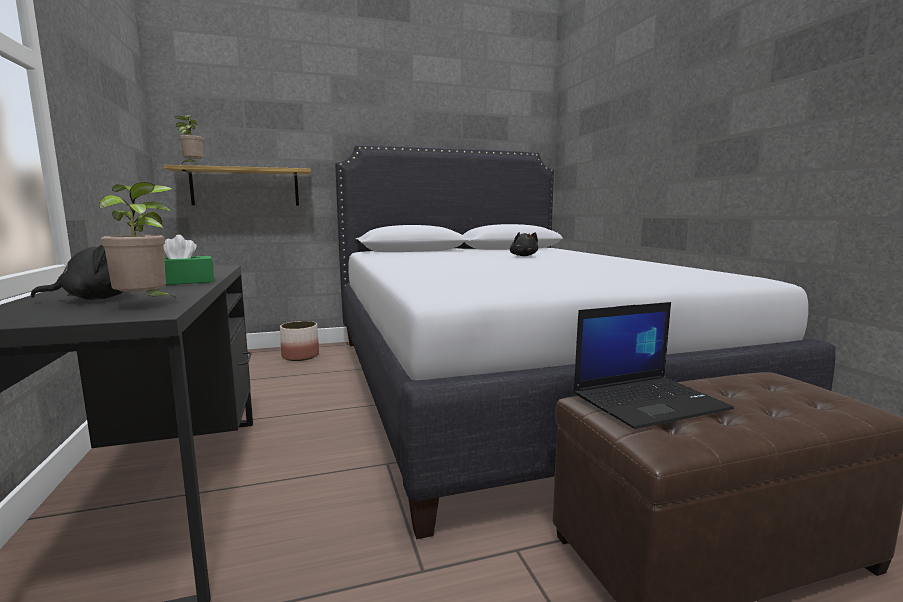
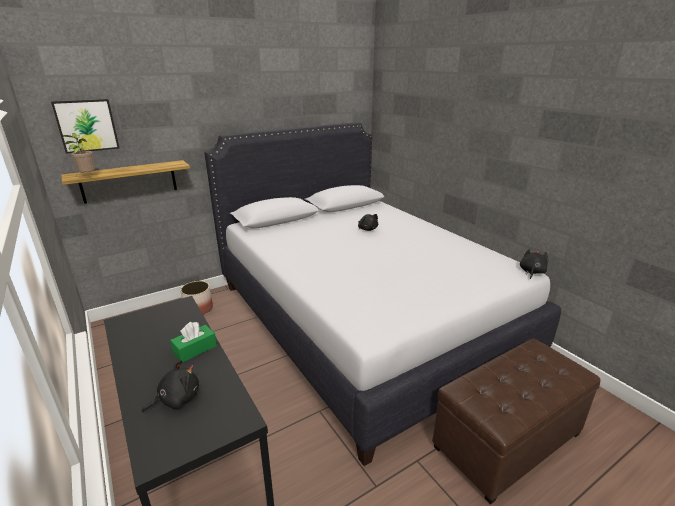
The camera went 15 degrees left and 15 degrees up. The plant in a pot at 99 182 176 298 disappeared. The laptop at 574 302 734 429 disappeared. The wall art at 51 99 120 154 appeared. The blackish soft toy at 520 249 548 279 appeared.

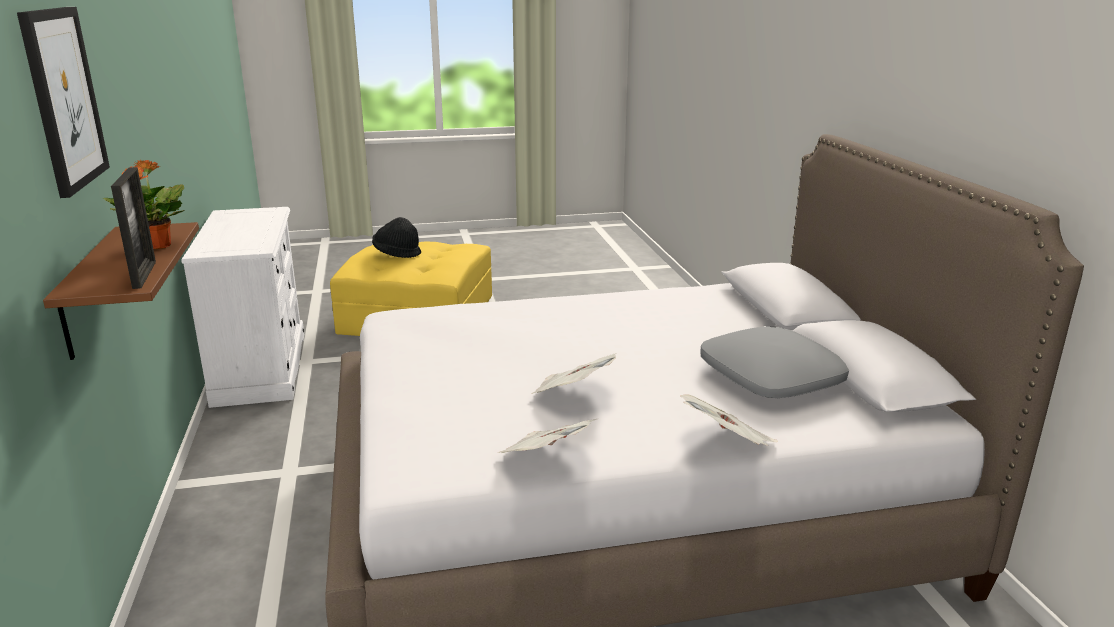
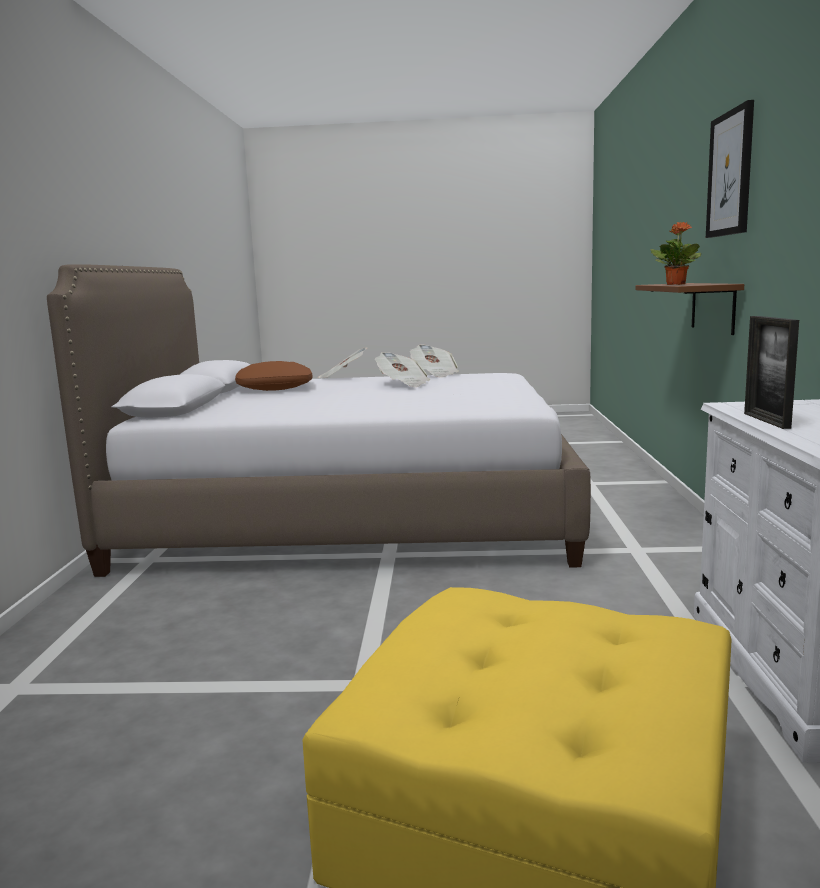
The camera went 165 degrees left and 10 degrees down. The picture frame moved from 111 167 156 289 to 744 316 799 429. The blackish wearable hat at 372 217 421 258 disappeared. The gray pillow at 700 326 849 398 became the brown pillow at 235 361 313 391.

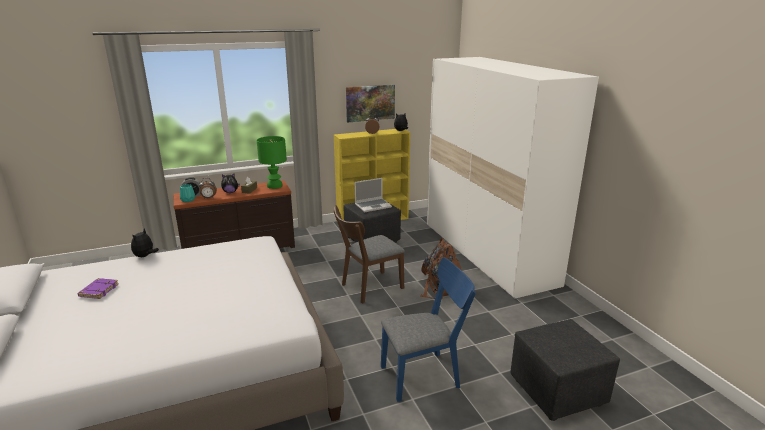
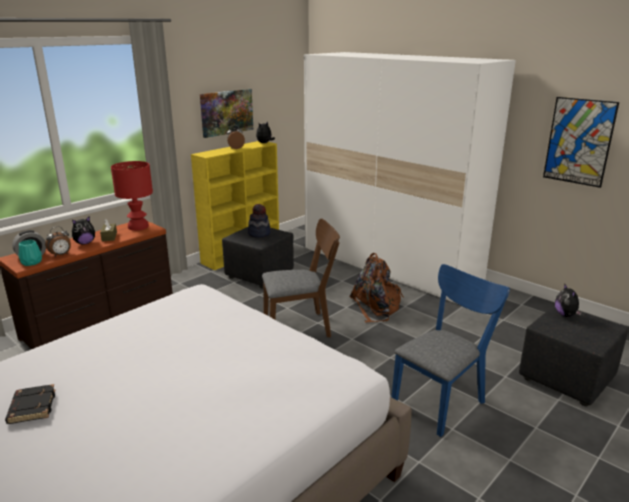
The camera went 25 degrees left and 0 degrees up. The purple-coloured book at 77 278 119 299 became the blackish book at 5 384 55 424. The soft toy moved from 131 228 159 257 to 555 283 582 317. The greenish table lamp at 257 136 287 189 became the reddish table lamp at 111 161 153 231. The brown chair at 334 205 405 303 turned 135 degrees counterclockwise. The laptop at 355 178 392 212 was replaced by the wearable hat at 248 204 271 238. The wall art at 543 97 619 188 appeared.

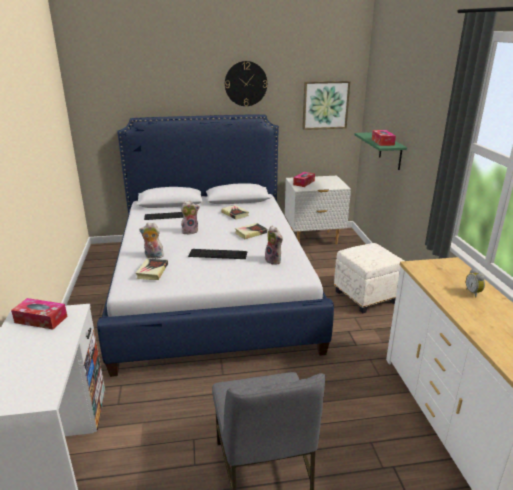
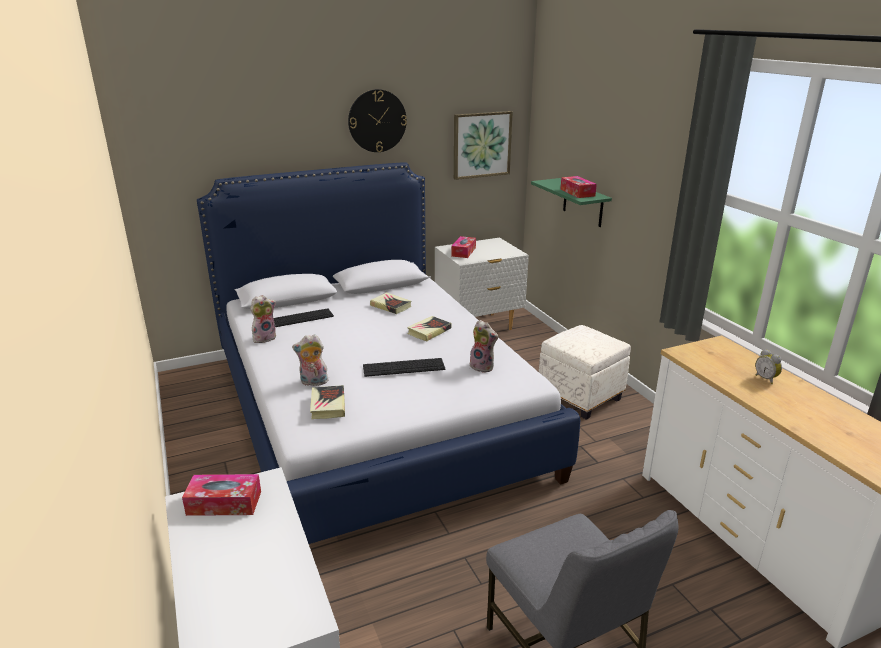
The camera went 15 degrees left and 0 degrees up. The soft toy moved from 181 201 200 234 to 250 295 276 343.

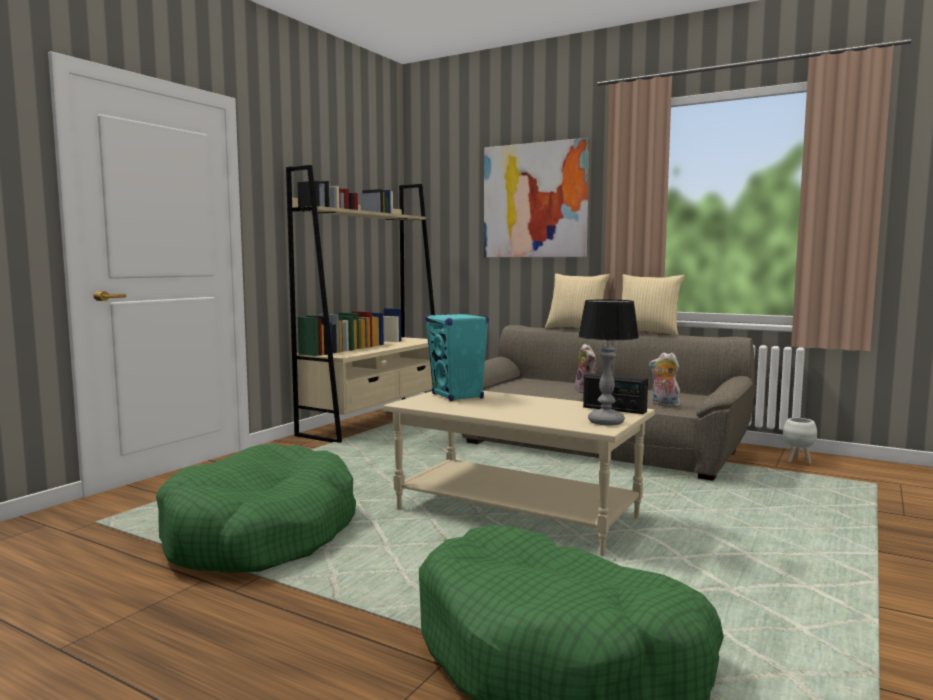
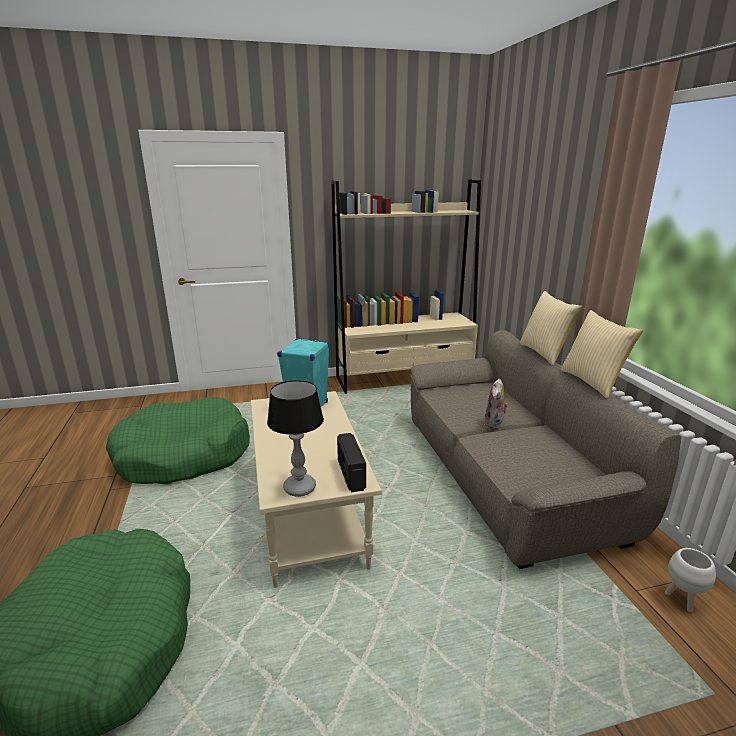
The camera went 45 degrees right and 15 degrees up. The wall art at 484 138 589 257 disappeared. The soft toy at 649 353 680 407 disappeared.

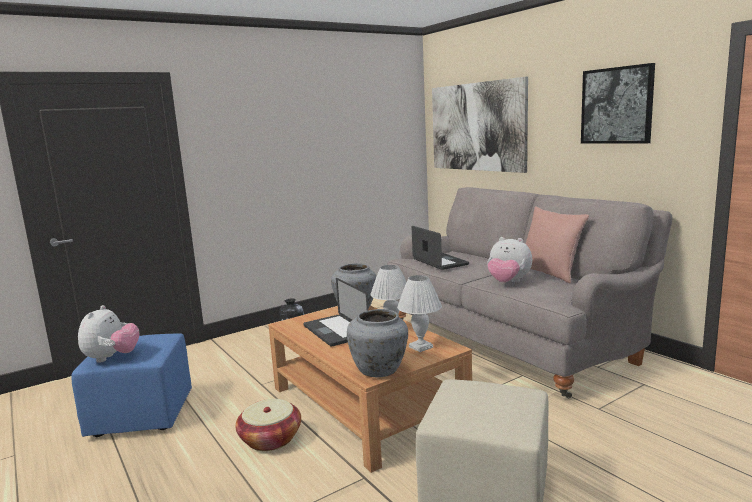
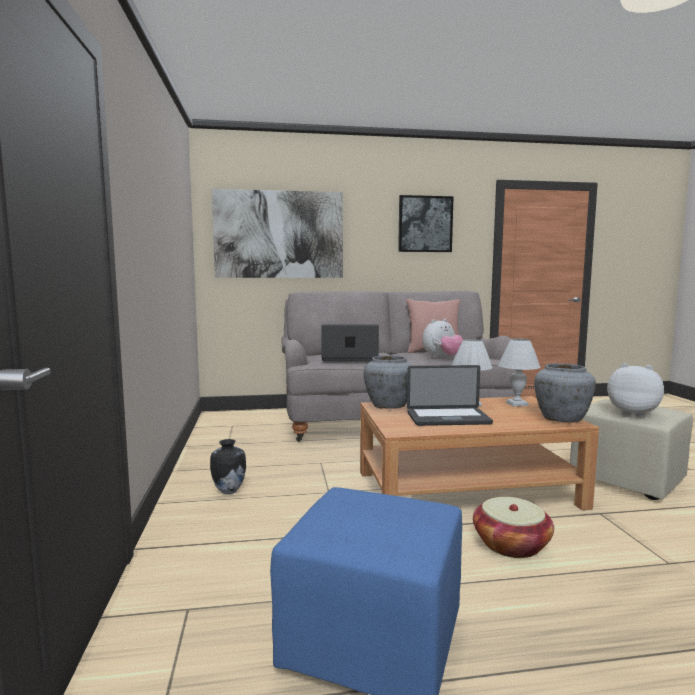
The camera went 65 degrees left and 5 degrees down. The soft toy moved from 78 305 139 363 to 607 363 664 417.

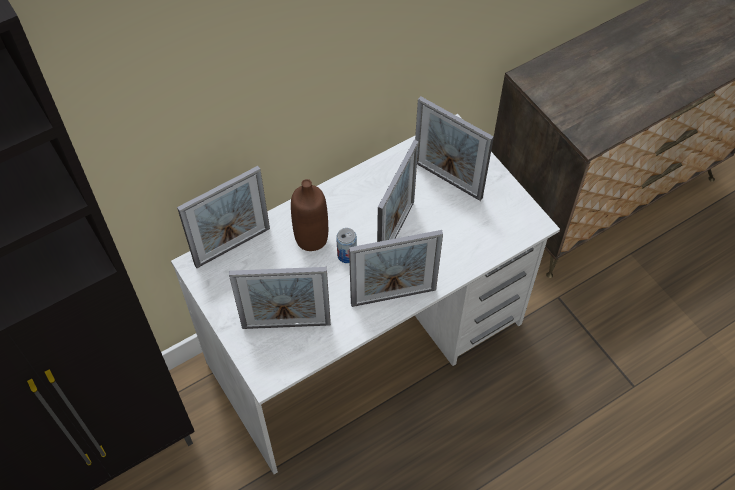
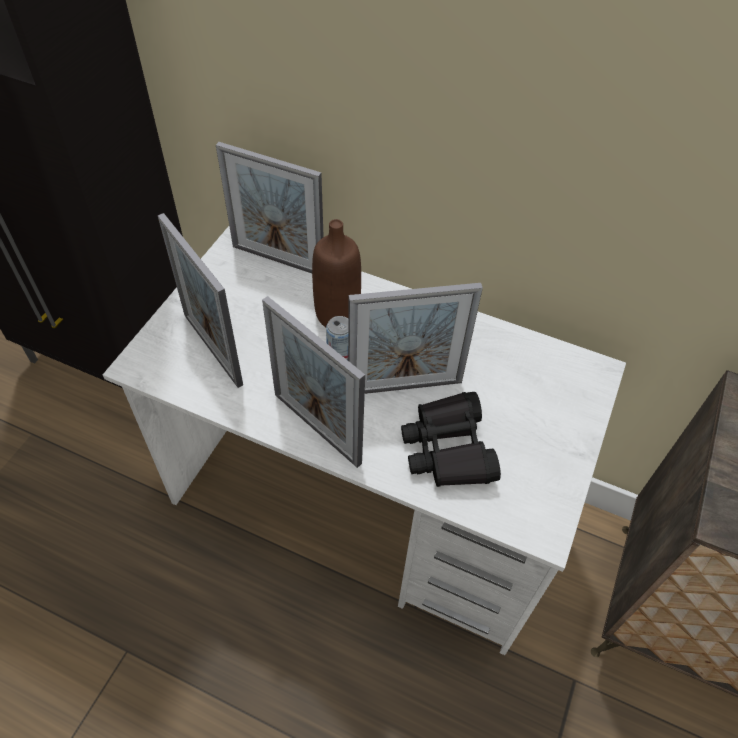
The camera went 55 degrees right and 5 degrees down. The picture frame at 415 96 494 201 disappeared. The blackish field glasses at 401 392 501 487 appeared.

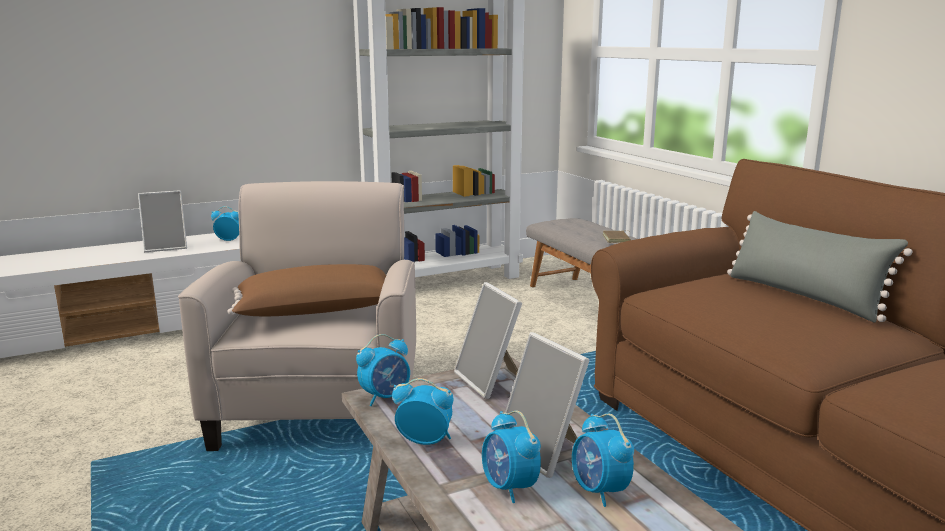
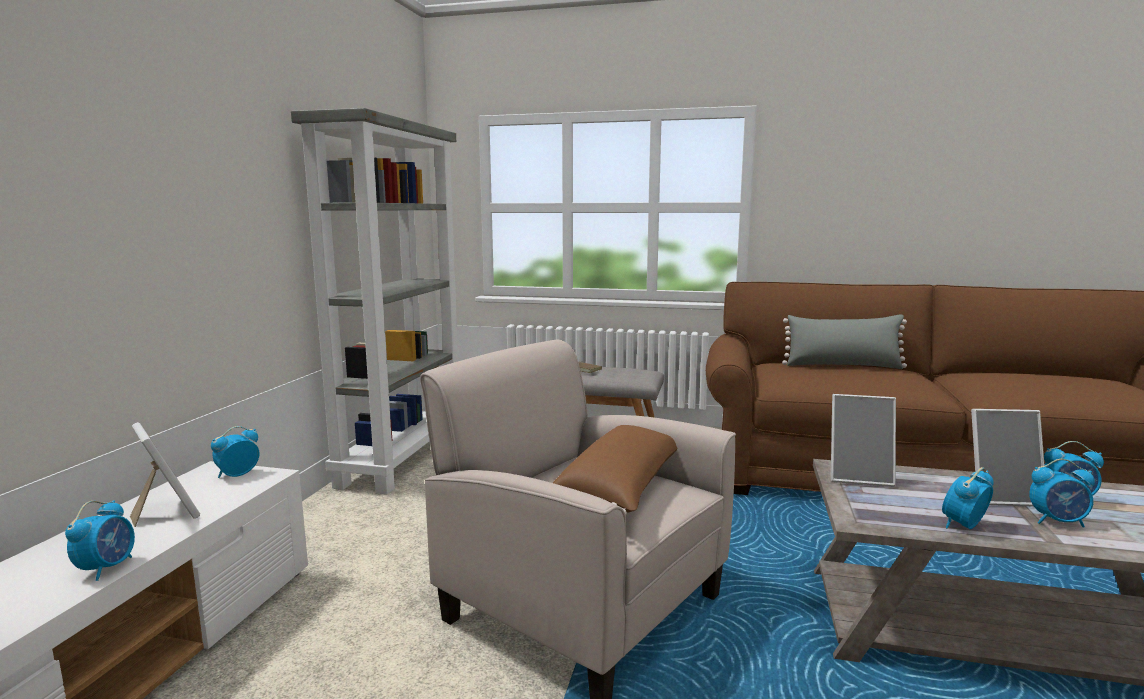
The camera went 50 degrees left and 5 degrees down. The picture frame at 138 190 187 252 turned 60 degrees counterclockwise. The table clock moved from 356 334 410 406 to 65 500 135 581.

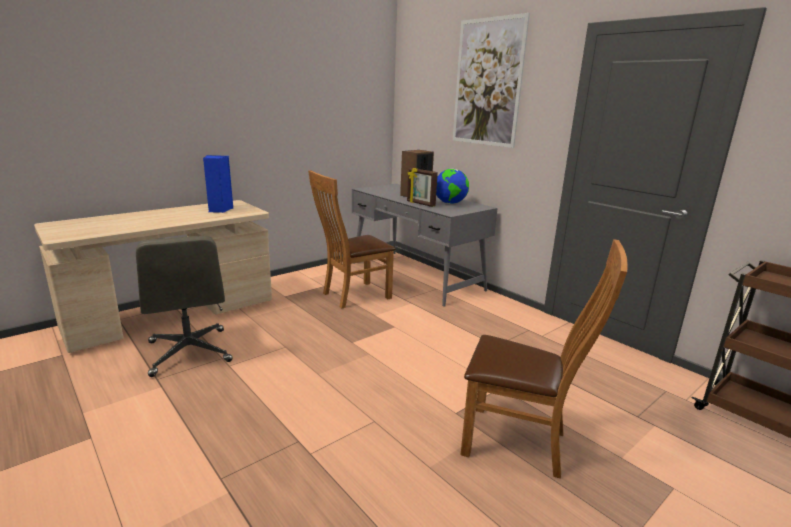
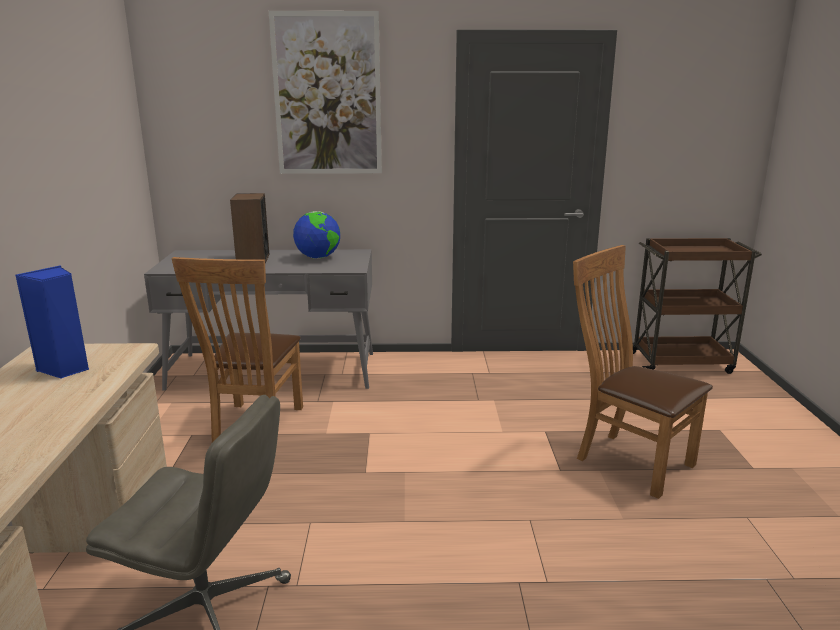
The camera went 50 degrees left and 0 degrees up. The picture frame at 407 168 438 207 disappeared. The brown chair at 461 239 628 479 turned 105 degrees counterclockwise.

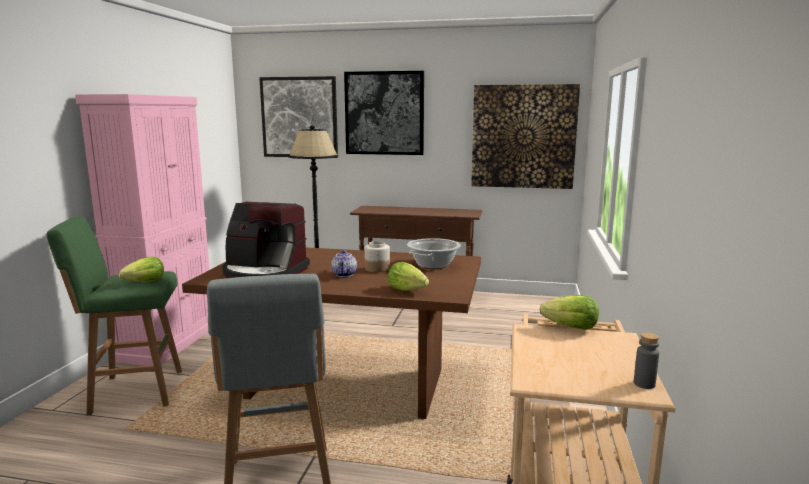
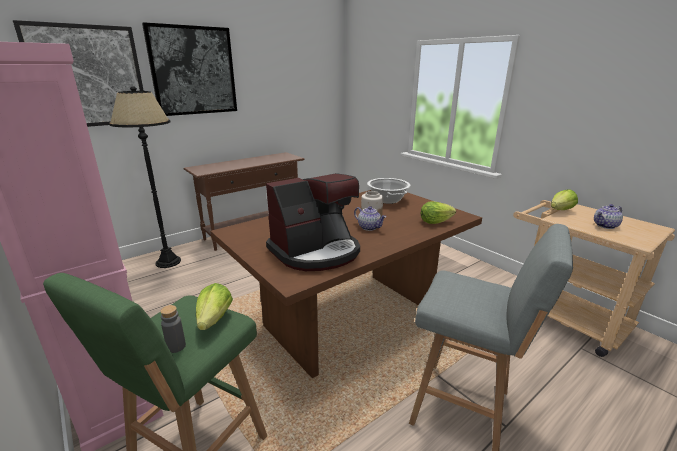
The camera went 50 degrees left and 10 degrees up. The wall art at 471 84 580 189 disappeared. The gray drink bottle moved from 634 332 659 389 to 160 305 186 353. The teapot at 594 204 623 229 appeared.

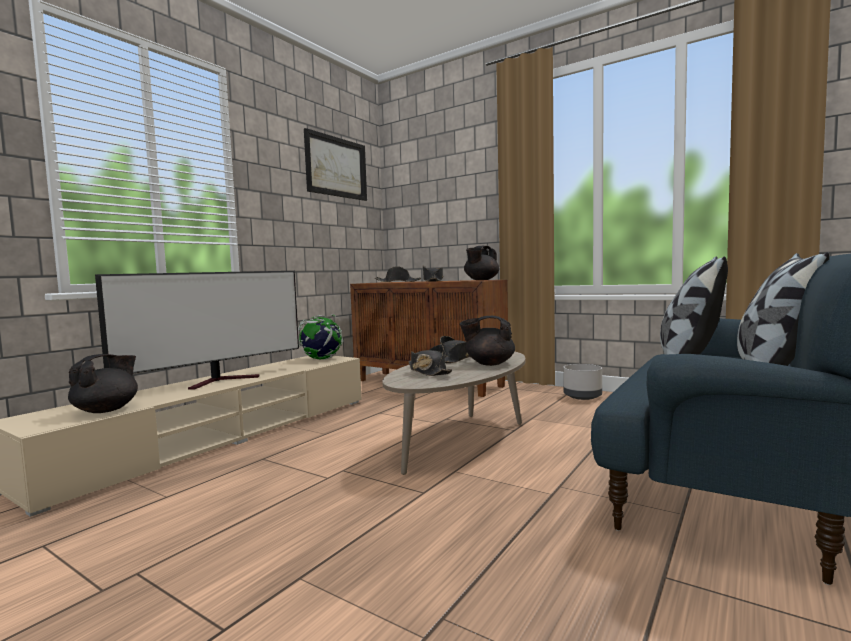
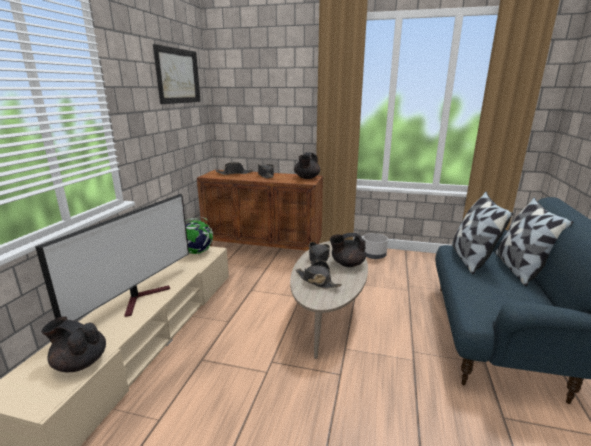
The camera went 20 degrees left and 15 degrees up. The blackish teapot at 68 354 138 413 turned 75 degrees counterclockwise.

